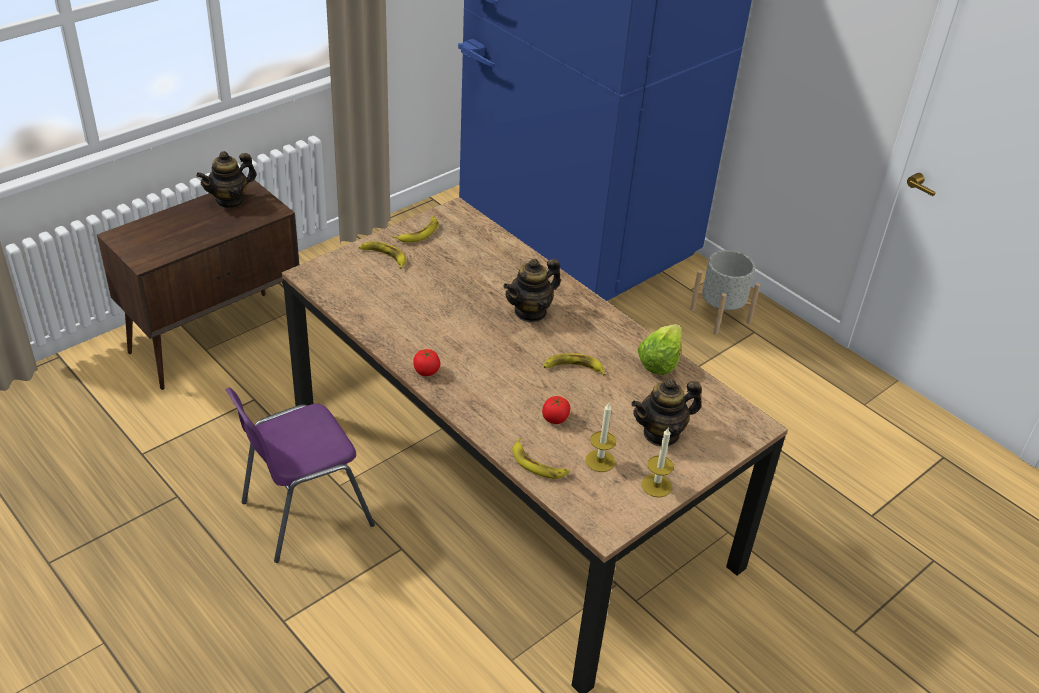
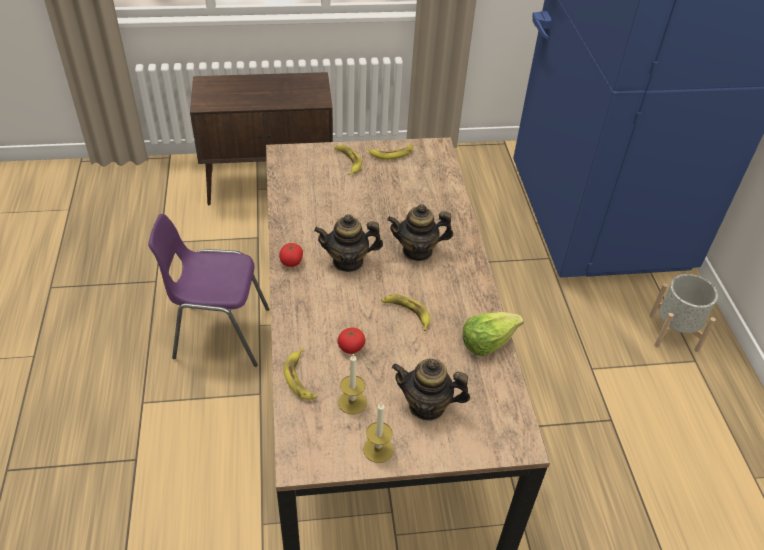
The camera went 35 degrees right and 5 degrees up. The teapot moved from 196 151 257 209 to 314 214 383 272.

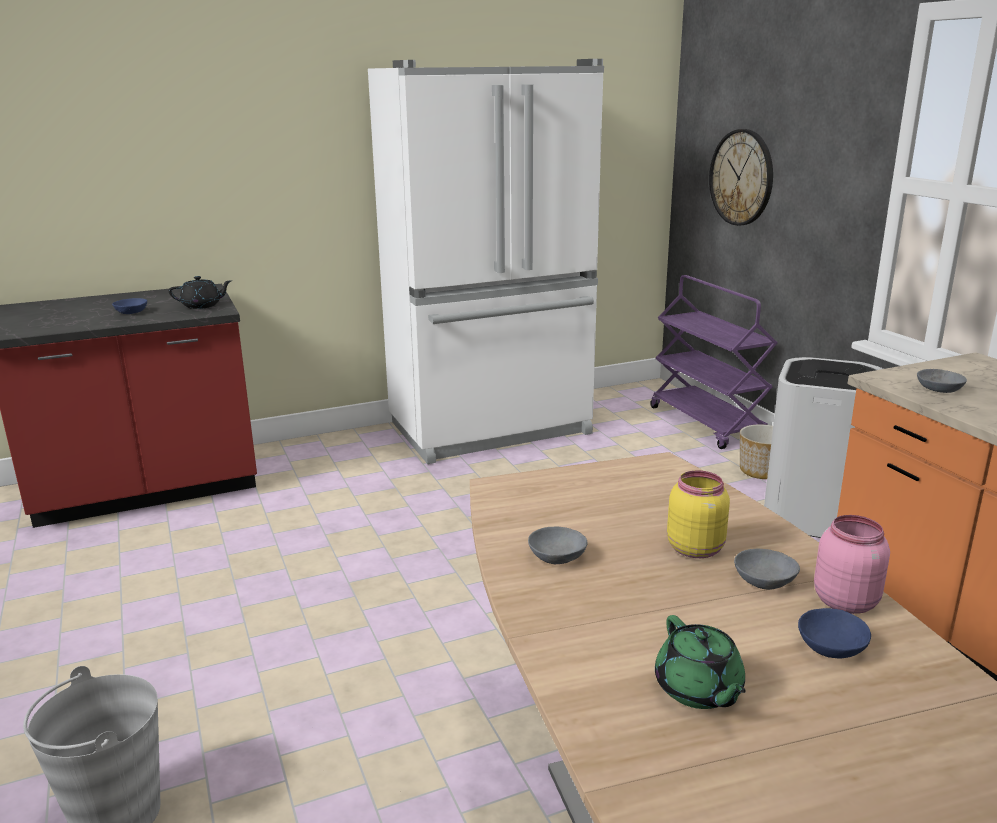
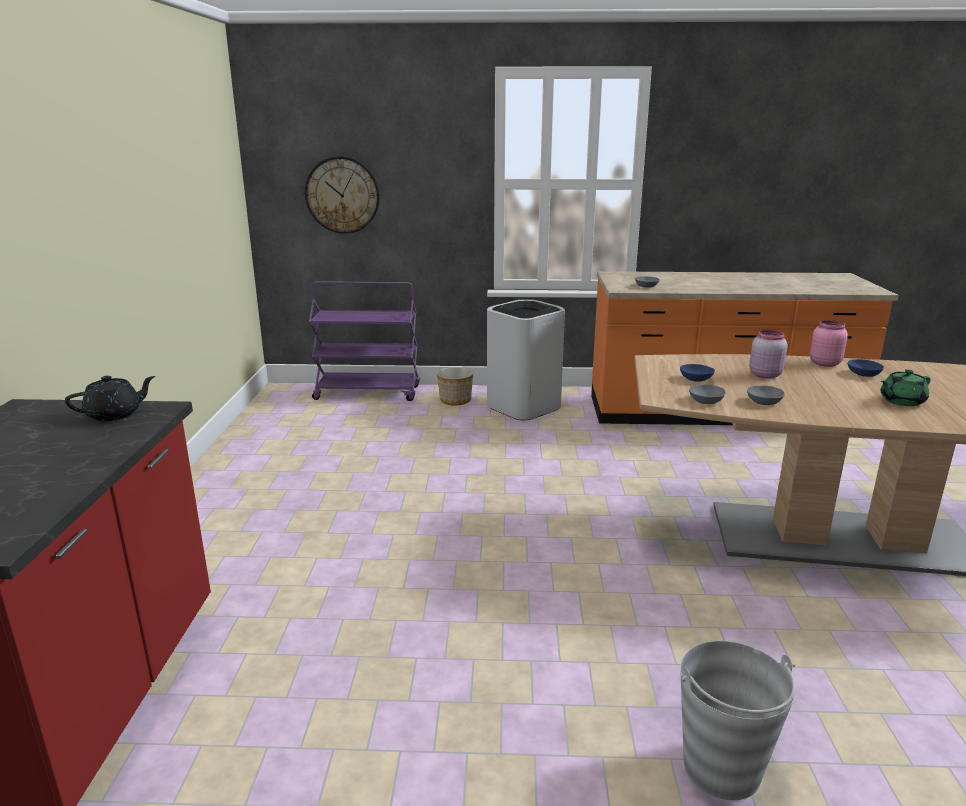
The camera went 65 degrees left and 0 degrees up. The bluish deep dish moved from 112 298 147 314 to 680 364 715 382. The blackish teapot at 169 276 232 309 turned 45 degrees clockwise. The whitish fridge at 368 59 604 464 disappeared. The greenish teapot at 655 615 746 709 turned 150 degrees clockwise. The yellowish storage jar at 667 470 730 558 became the pinkish storage jar at 749 330 788 379. The gray deep dish moved from 734 549 800 590 to 689 384 726 404.

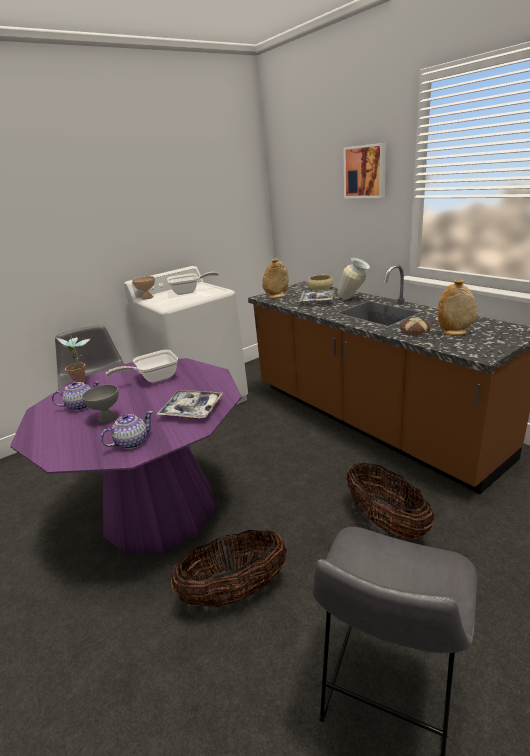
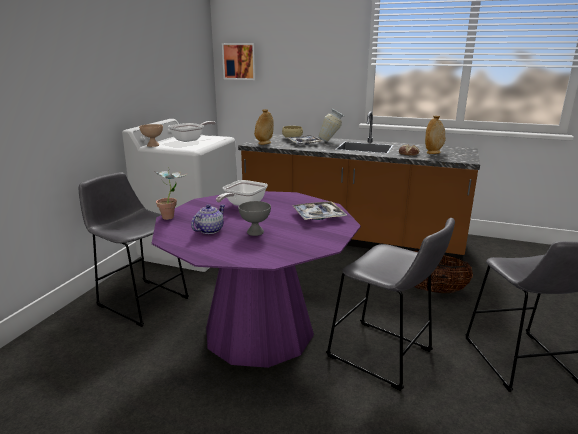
The camera went 35 degrees left and 5 degrees down. The teapot at 101 411 153 449 disappeared. The household basket at 171 530 287 607 was replaced by the gray stool seat at 326 218 455 391. The wall art moved from 343 142 386 198 to 222 43 257 80.

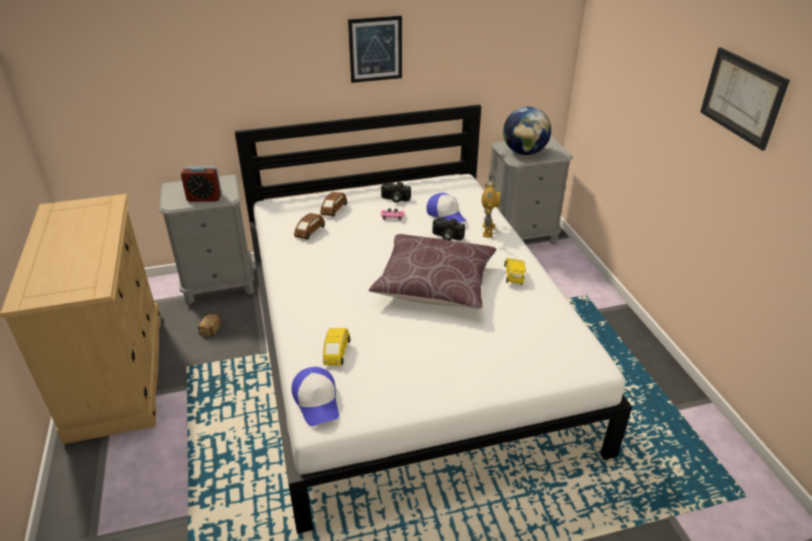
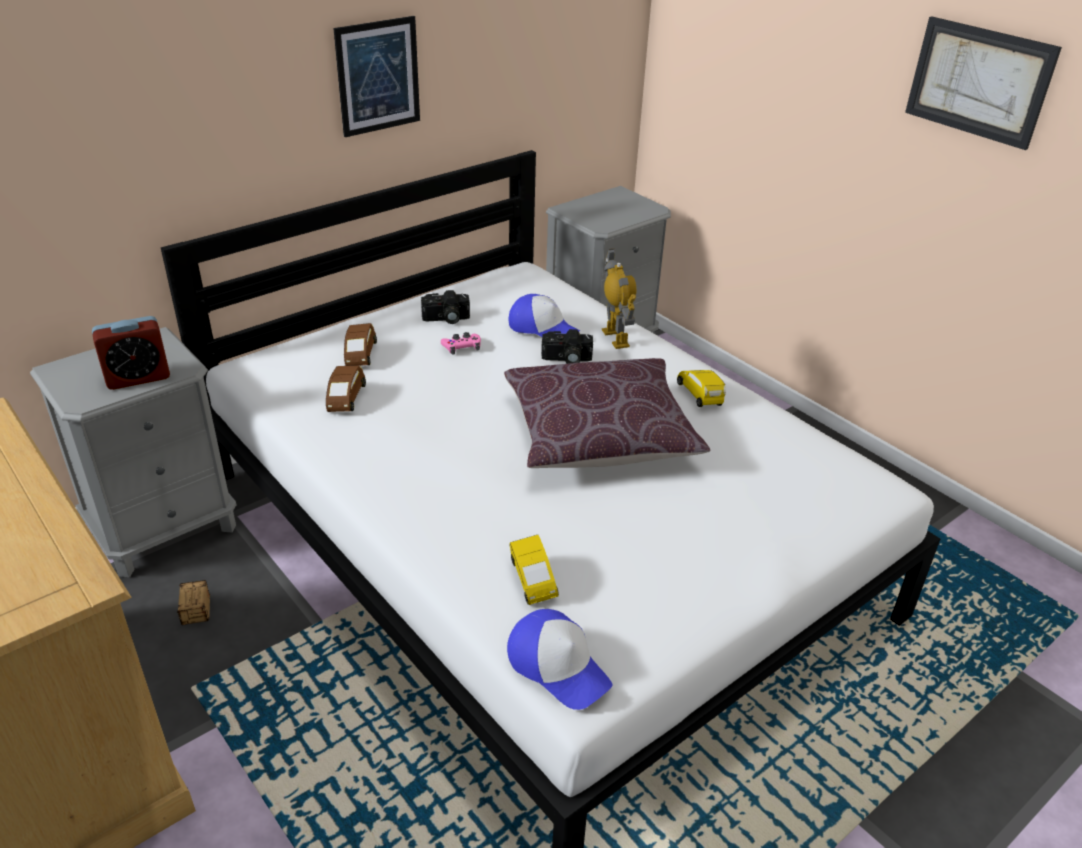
The camera went 25 degrees left and 0 degrees up. The world globe at 503 107 551 155 disappeared.

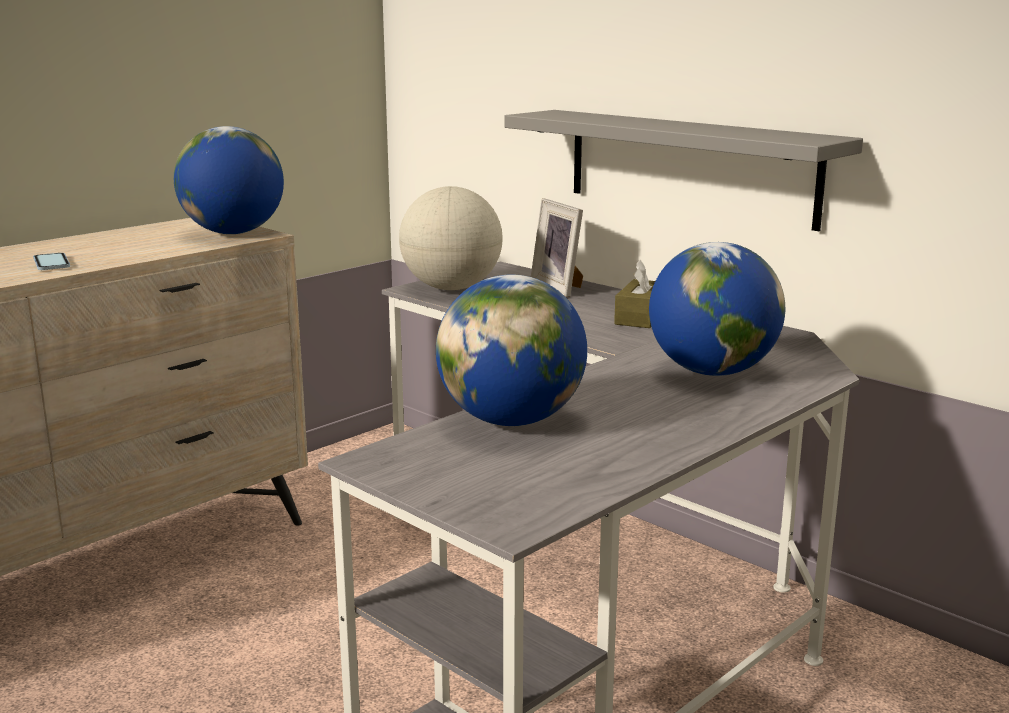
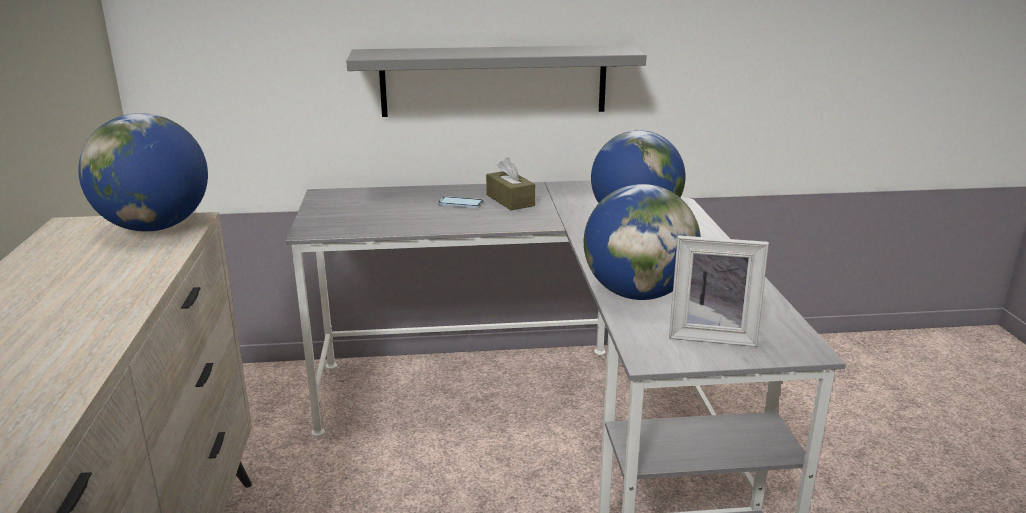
The camera went 50 degrees left and 5 degrees up. The handset moved from 33 253 70 270 to 438 196 484 208. The world globe at 399 186 503 290 disappeared. The picture frame moved from 531 198 583 297 to 669 235 769 347.

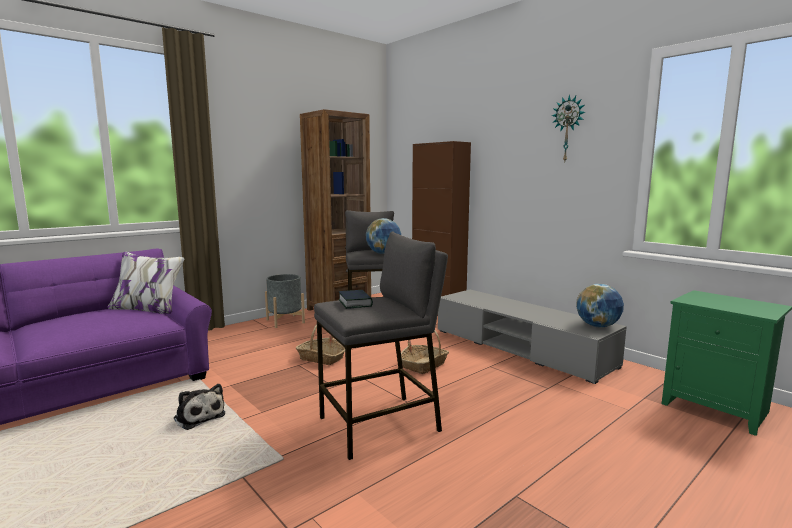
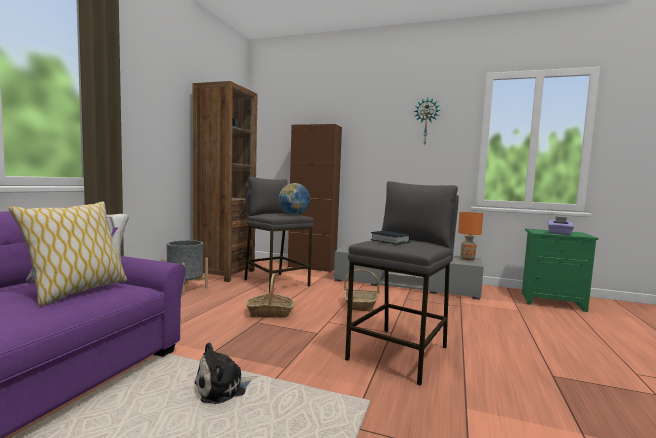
The camera went 30 degrees left and 5 degrees down. The soft toy at 174 384 225 430 turned 135 degrees clockwise. The world globe at 576 284 624 328 was replaced by the orange table lamp at 458 212 483 261. The pillow at 9 201 127 306 appeared. The purple-coloured box of tissues at 548 217 574 235 appeared.

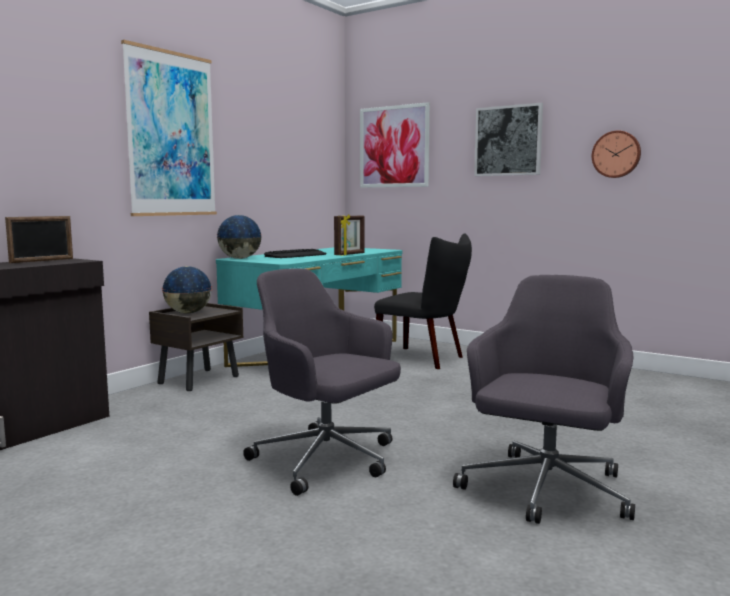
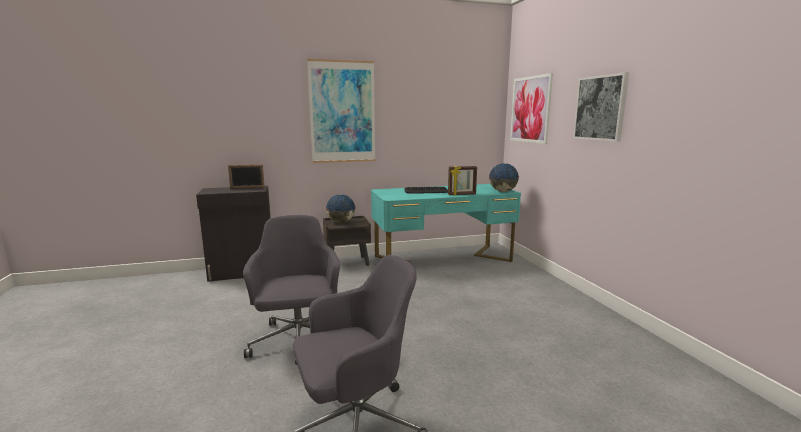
The camera went 40 degrees right and 5 degrees up. The world globe moved from 216 215 262 259 to 489 163 519 192. The blackish chair at 374 233 472 369 disappeared. The clock on the wall at 592 131 641 178 disappeared.

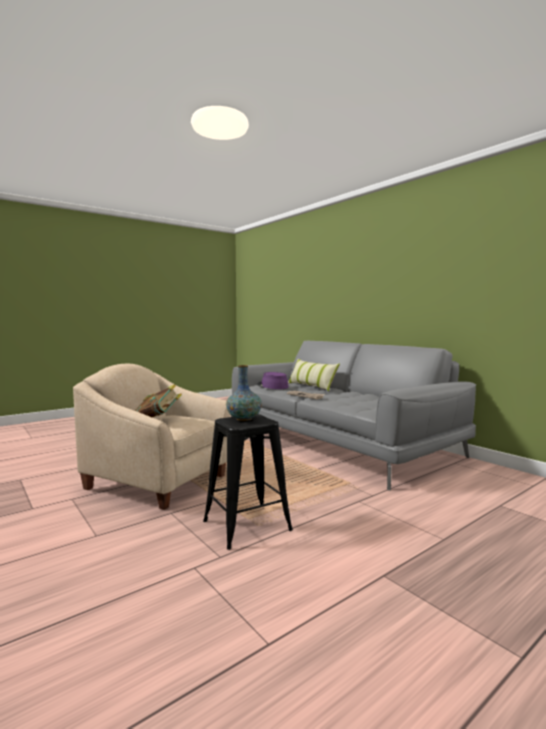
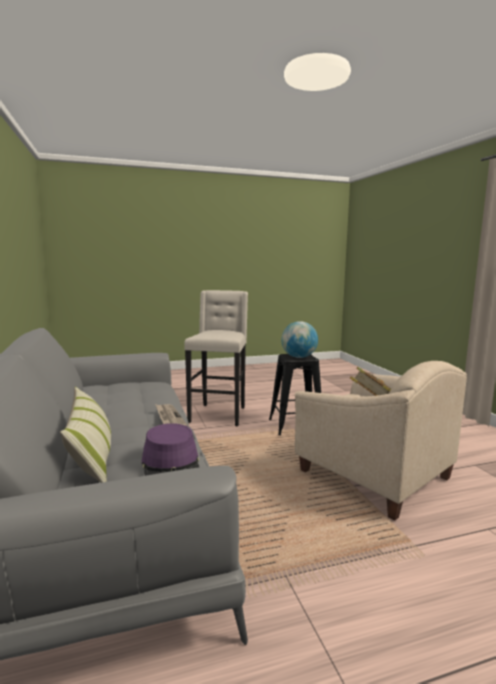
The camera went 160 degrees left and 5 degrees up. The flower vase at 226 365 262 421 was replaced by the world globe at 281 321 318 358. The beige-coloured stool seat at 184 290 248 427 appeared.

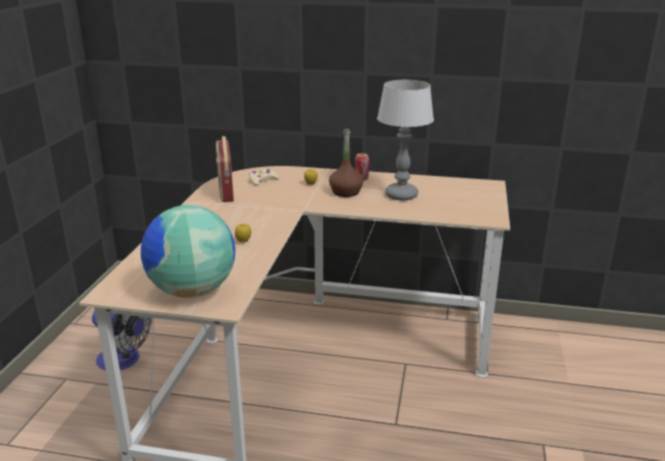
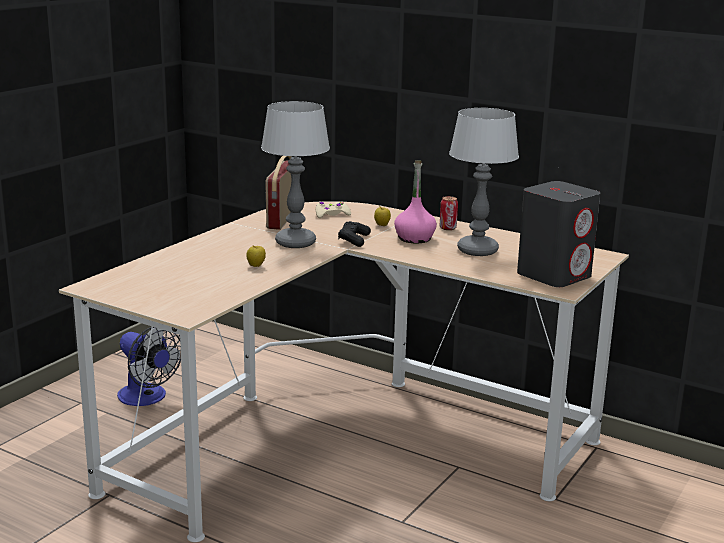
The camera went 20 degrees right and 5 degrees down. The world globe at 141 205 235 298 disappeared. The brown drink bottle at 329 129 364 197 became the pinkish drink bottle at 394 160 437 243. The table lamp at 261 101 330 248 appeared. The blackish joypad at 338 221 371 247 appeared. The gray audio speaker at 517 181 600 287 appeared.

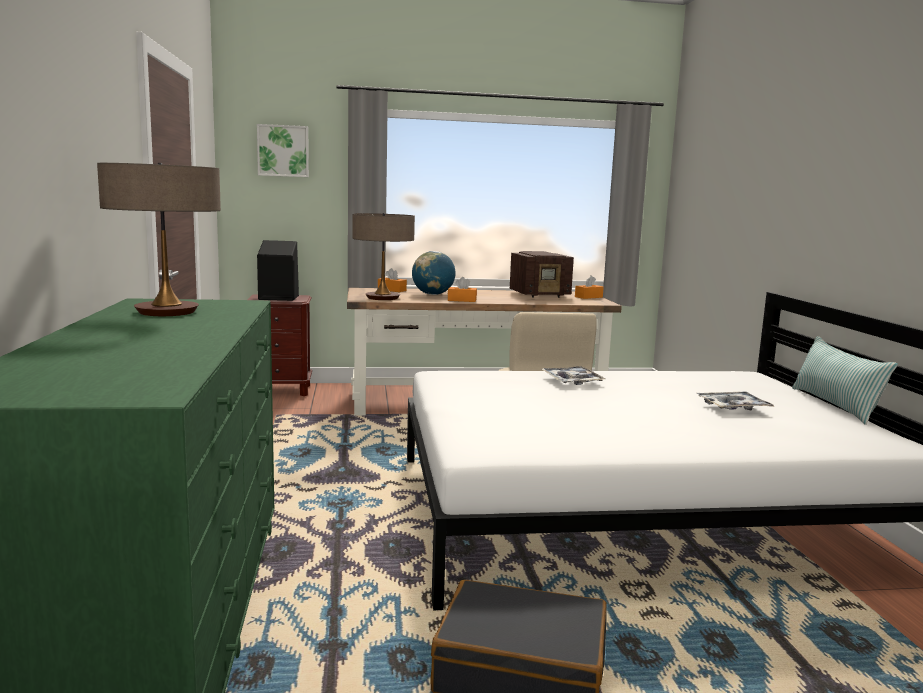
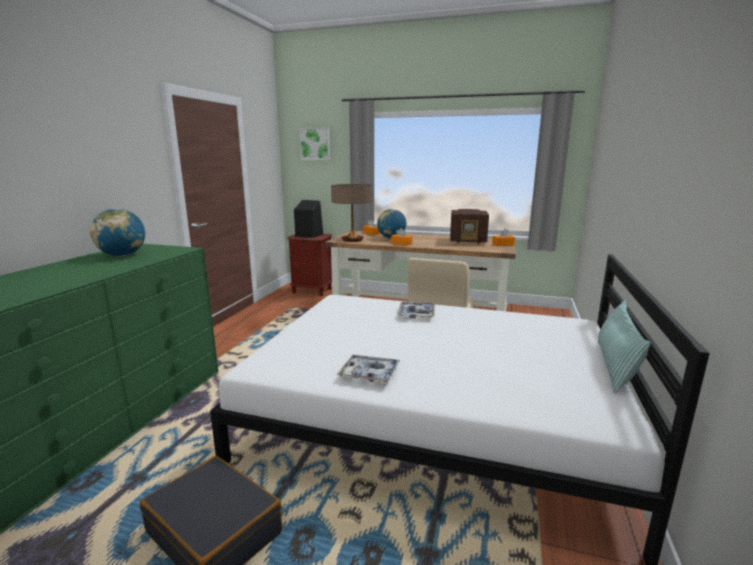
The camera went 25 degrees right and 5 degrees up. The table lamp at 97 163 221 316 was replaced by the world globe at 90 209 145 256. The serving tray moved from 697 392 775 410 to 336 355 400 383.

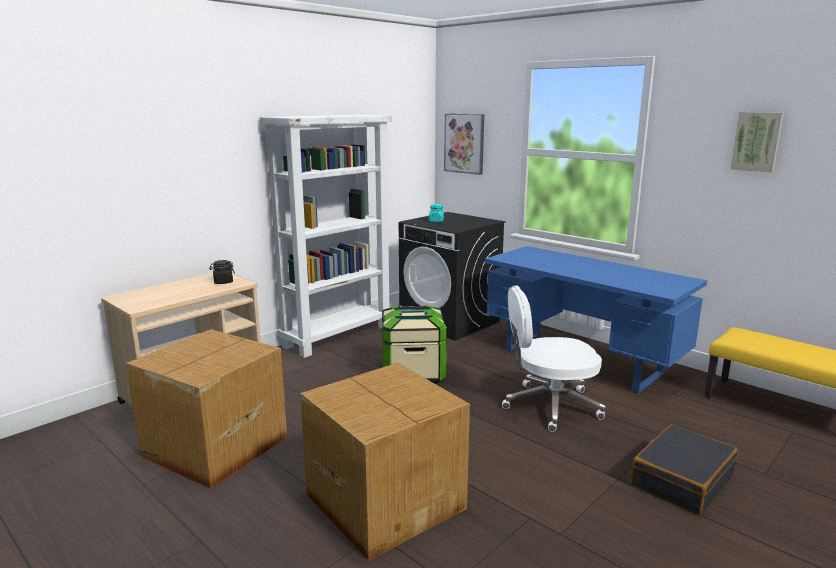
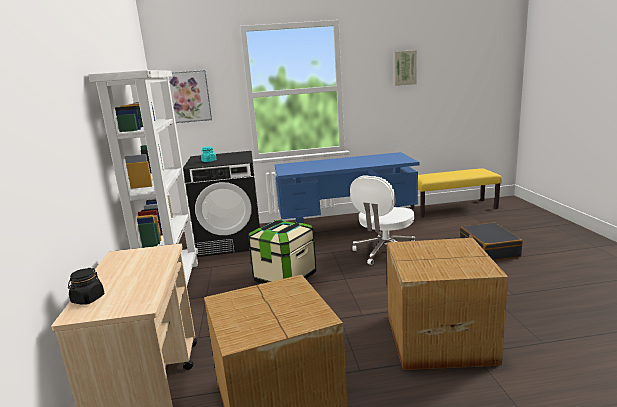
The camera went 50 degrees left and 0 degrees up. The blackish storage jar moved from 209 260 235 284 to 68 268 104 305.

